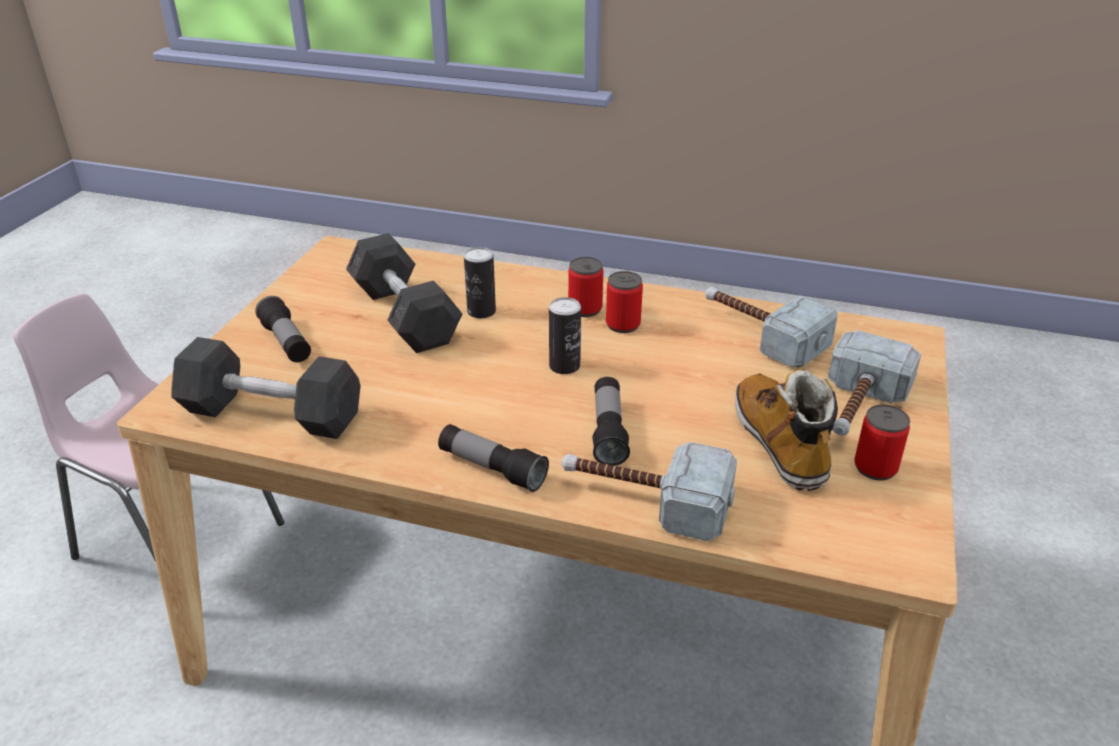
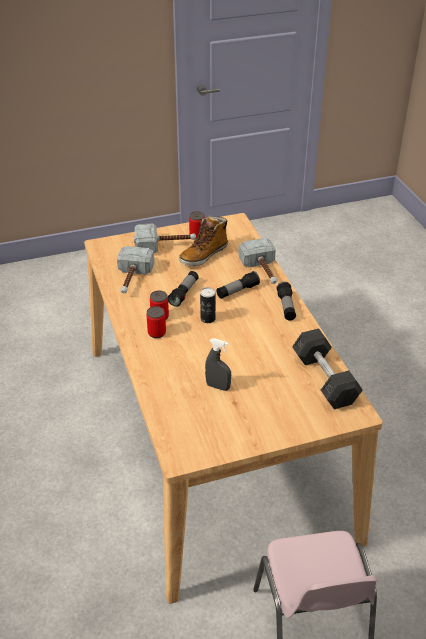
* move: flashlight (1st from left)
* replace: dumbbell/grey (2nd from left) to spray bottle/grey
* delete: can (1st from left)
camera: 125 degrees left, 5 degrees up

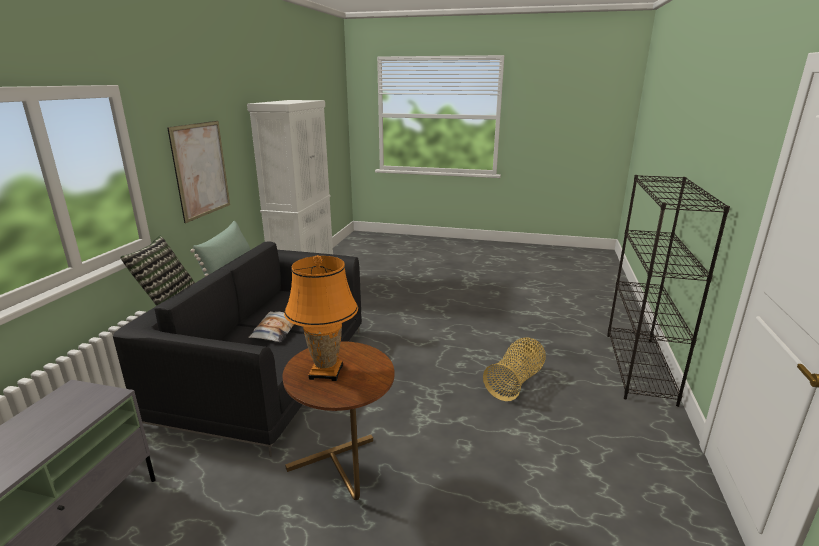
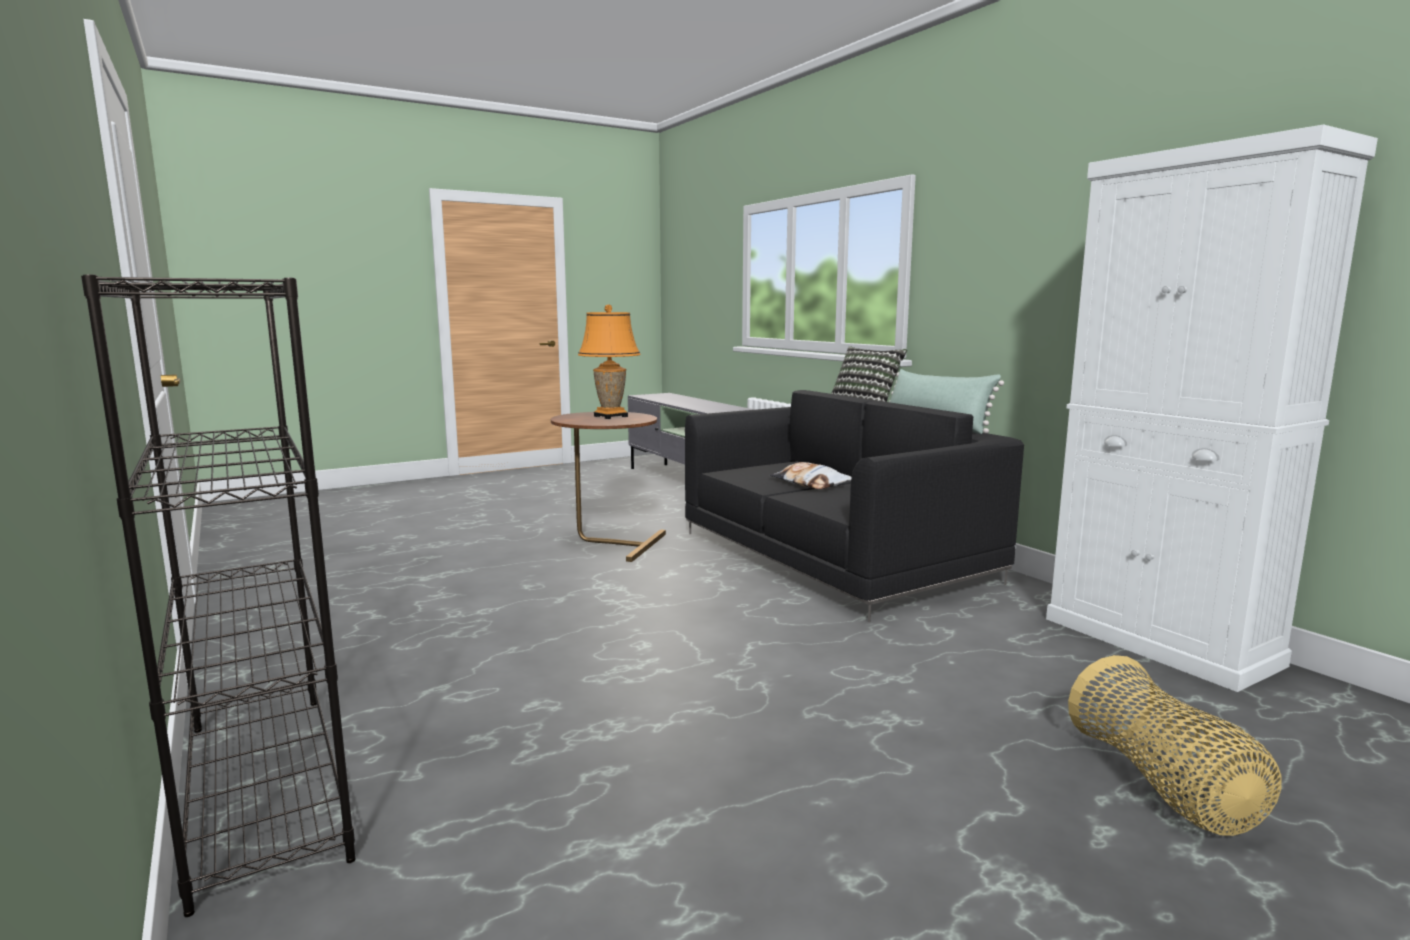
* move: basket
* delete: picture
camera: 135 degrees right, 10 degrees down

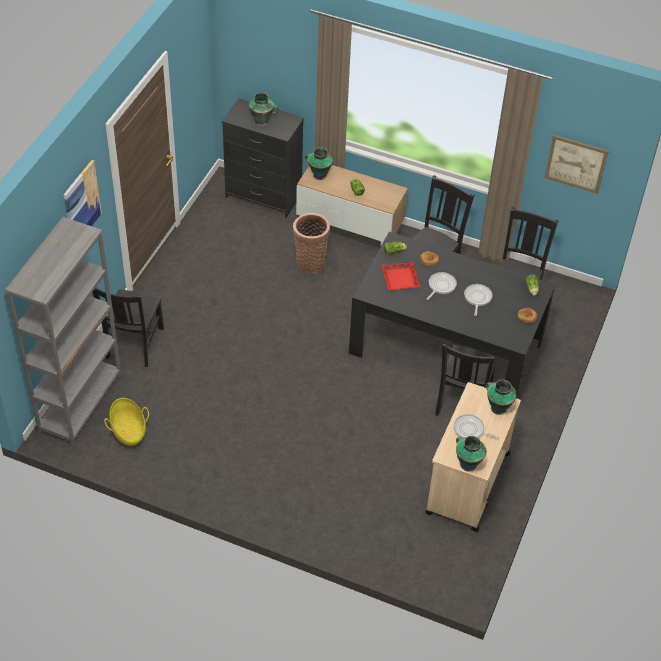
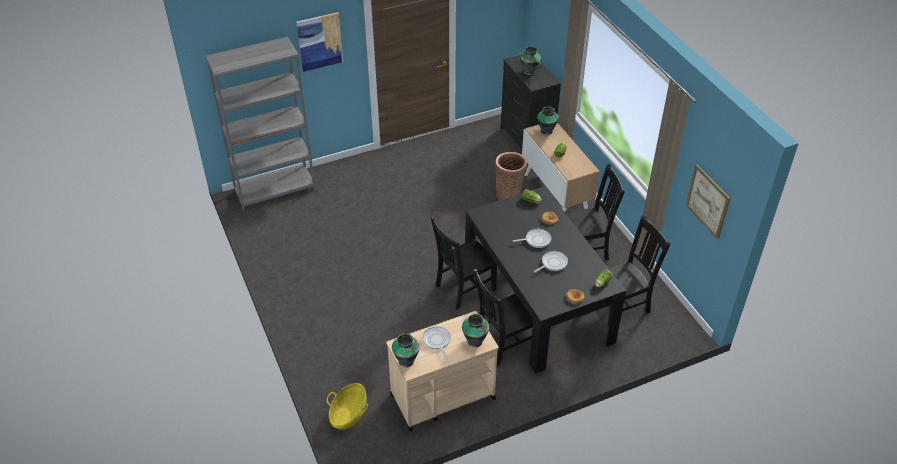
* move: basket (1st from left)
* move: chair/black (1st from left)
* delete: tray/red
camera: 45 degrees right, 5 degrees down

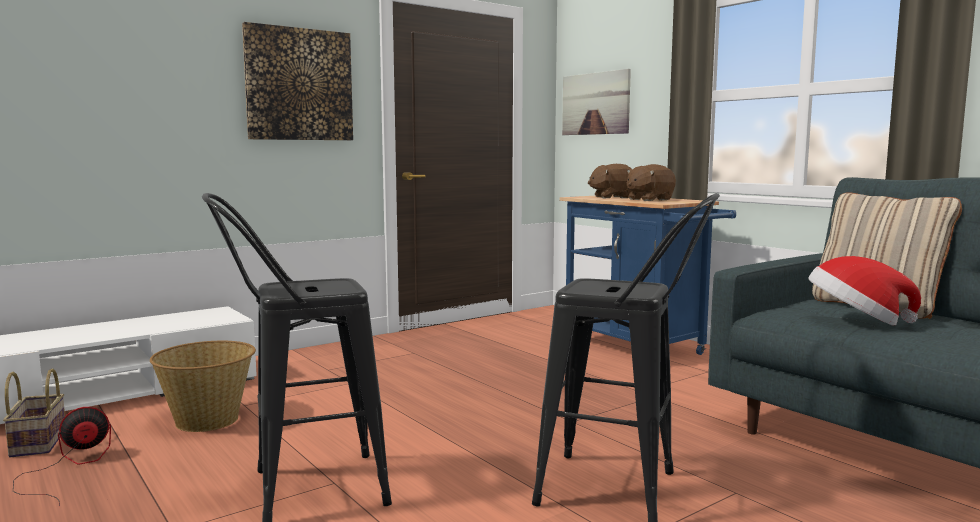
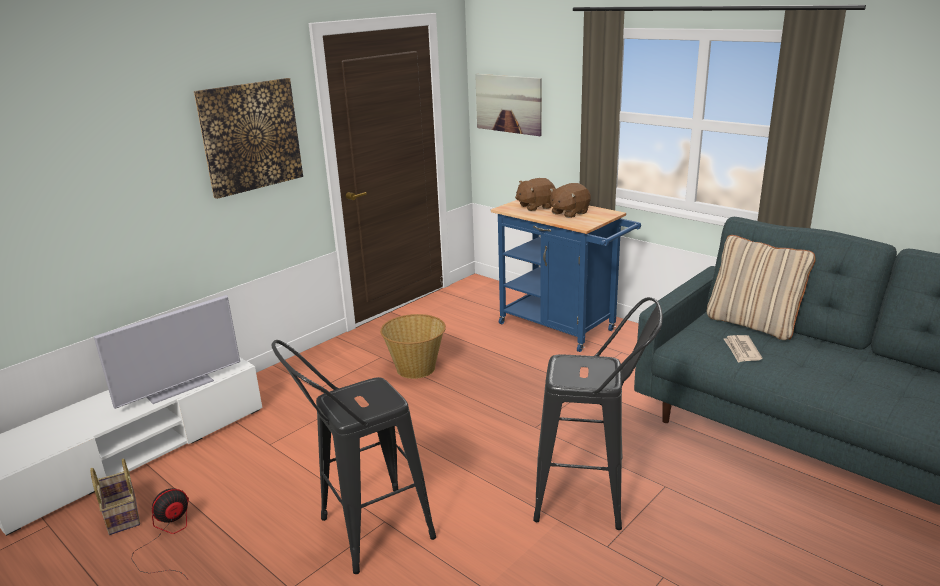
* insert: television
* move: basket (2nd from left)
* replace: hat to newspaper
camera: 10 degrees left, 15 degrees up

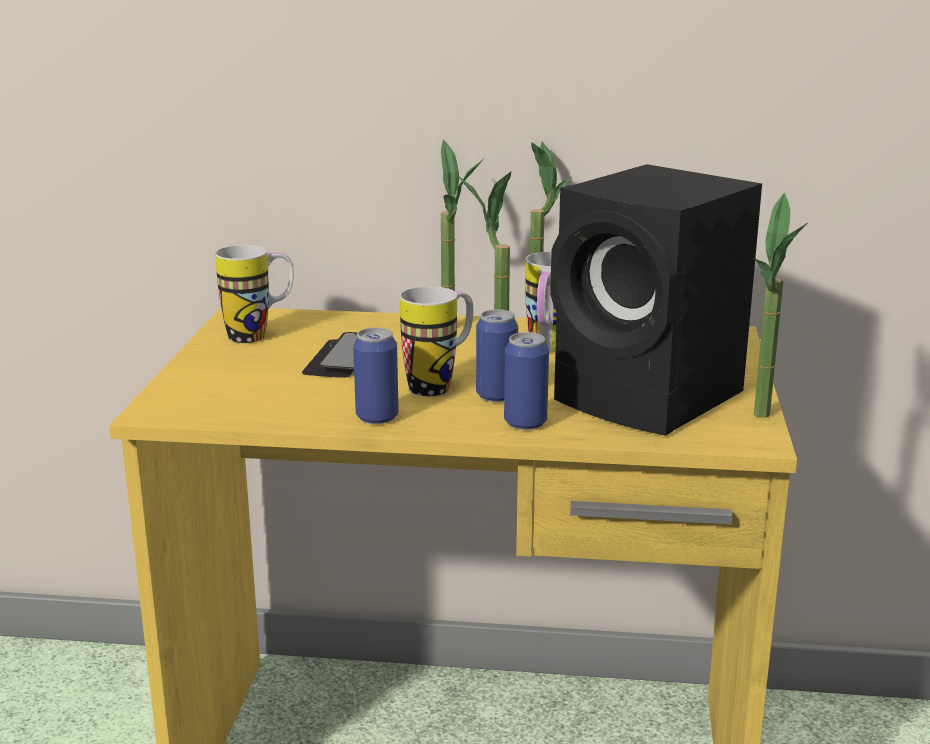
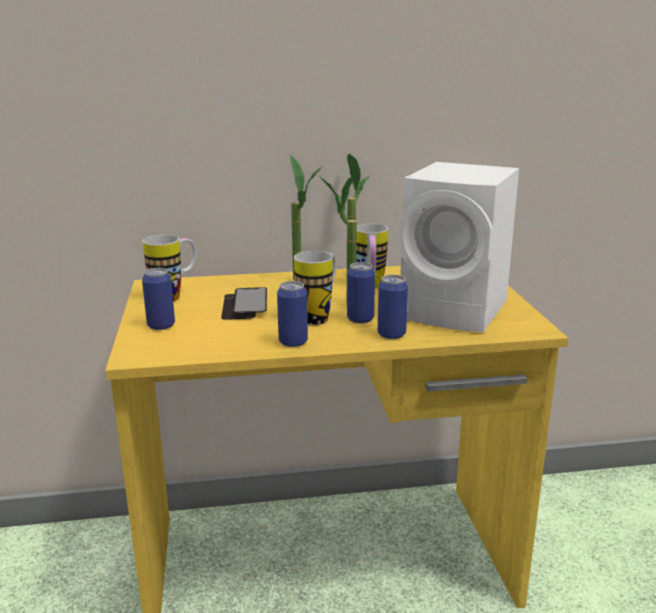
* insert: can (1st from left)
* recolor: speaker/black to speaker/white
* delete: potted plant (4th from left)
camera: 15 degrees left, 0 degrees up

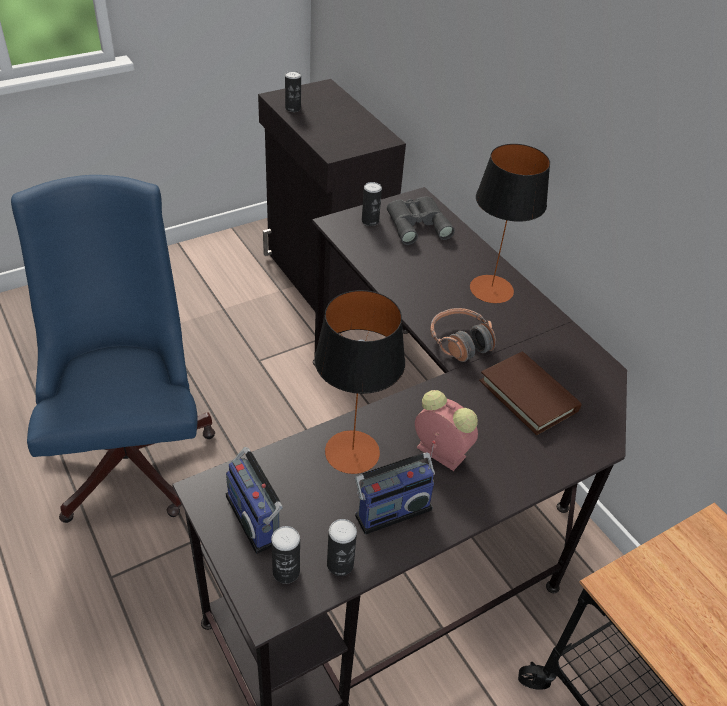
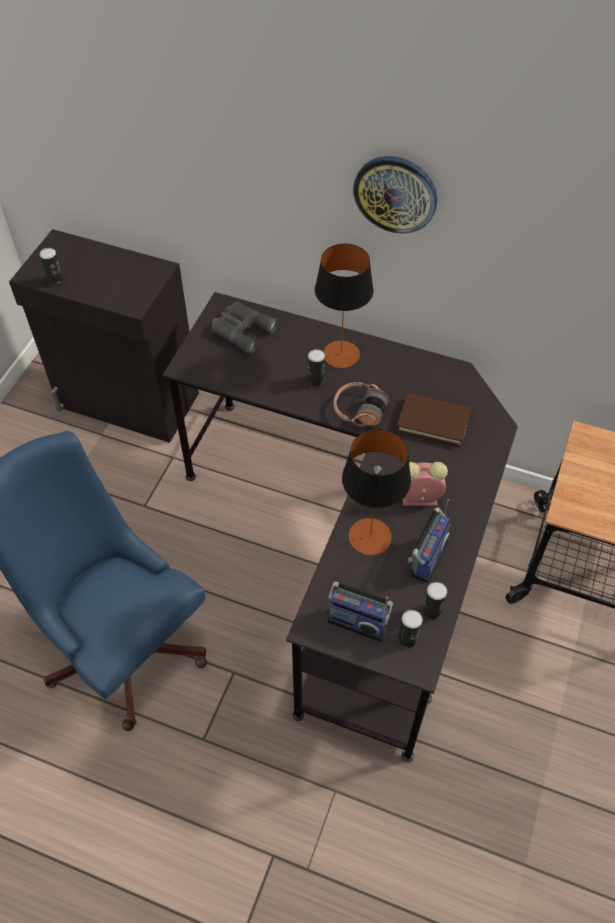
* move: can (4th from left in the first image) to can (2nd from left)
* insert: wall clock
camera: 35 degrees left, 10 degrees up

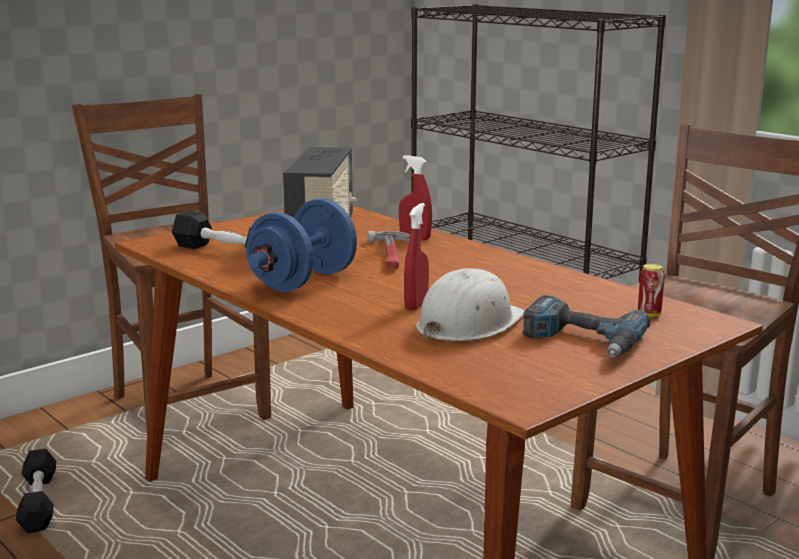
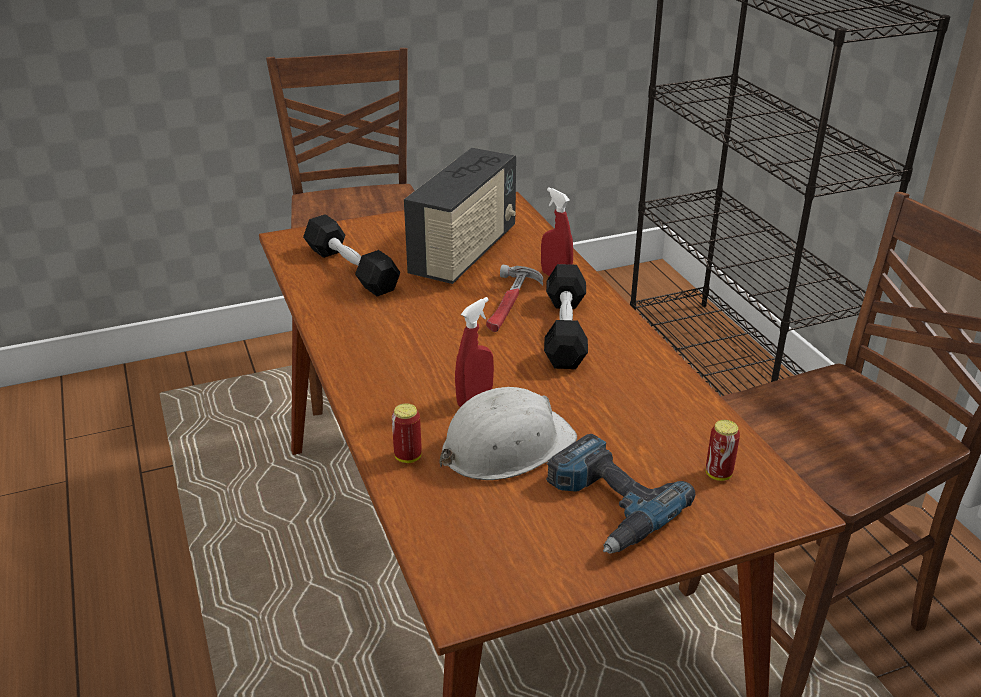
* insert: can (1st from left)
* move: dumbbell/black (1st from left in the first image) to dumbbell/black (2nd from left)
* delete: dumbbell/blue
camera: 20 degrees right, 15 degrees up

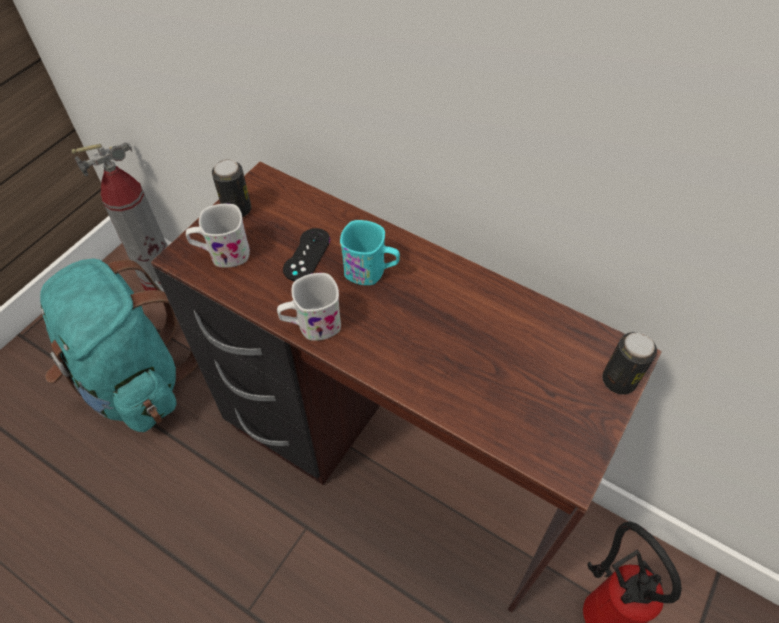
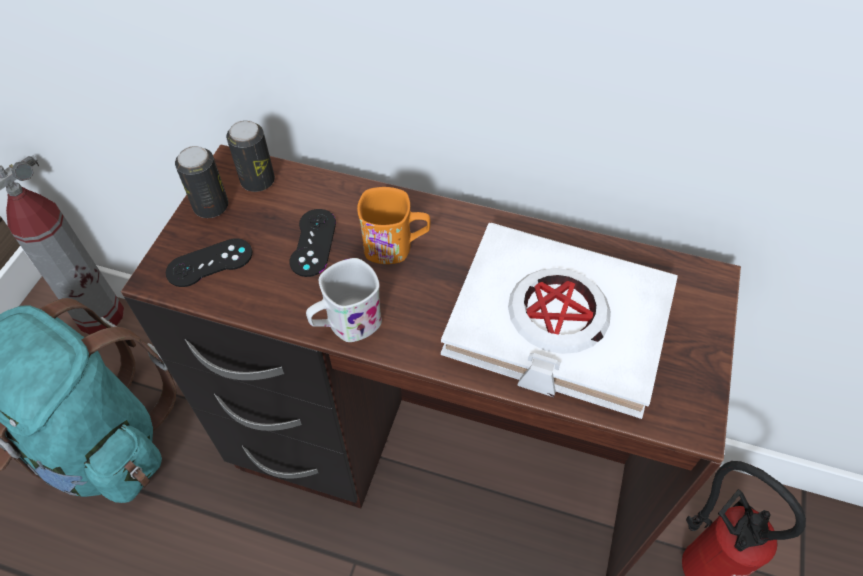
* replace: mug/white (1st from left) to game controller/black (1st from left)
* move: can (2nd from left)
* recolor: mug/turquoise to mug/orange
* insert: book/white
camera: 15 degrees left, 0 degrees up

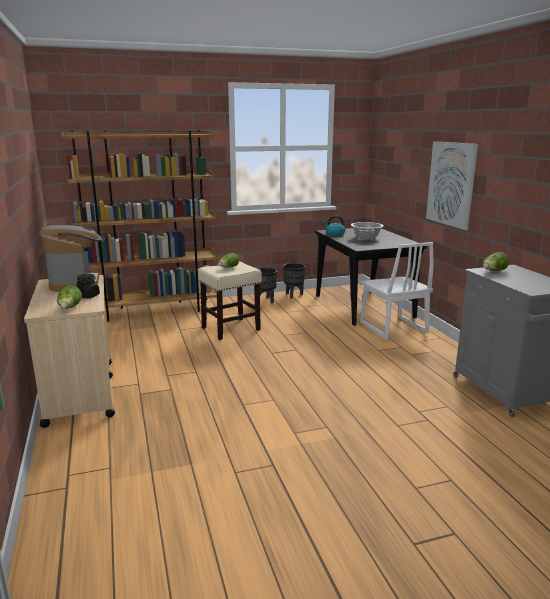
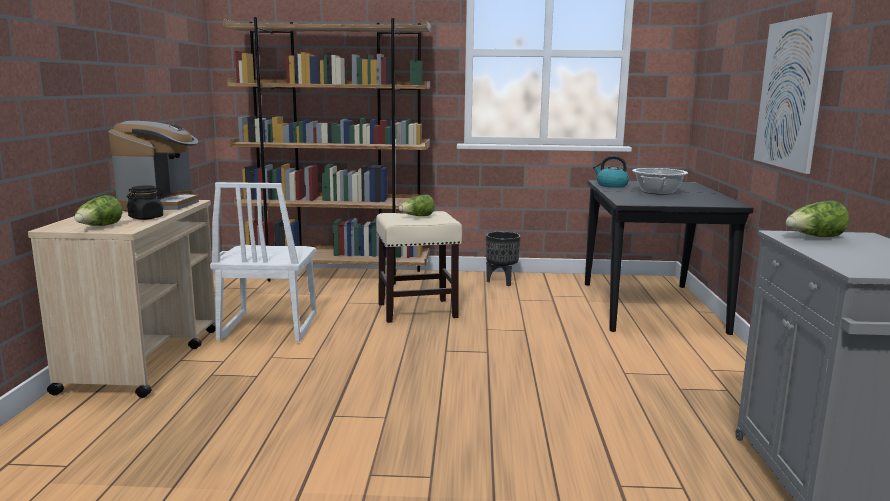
* move: chair/white
* delete: planter/black (2nd from left)
camera: 20 degrees right, 5 degrees down

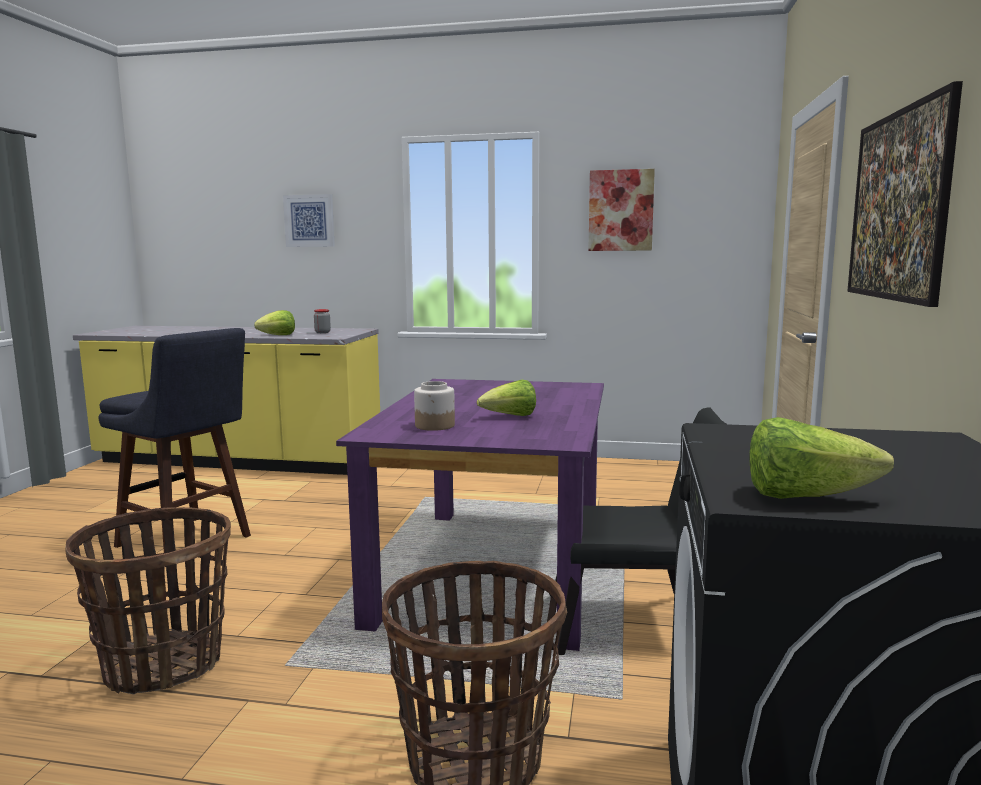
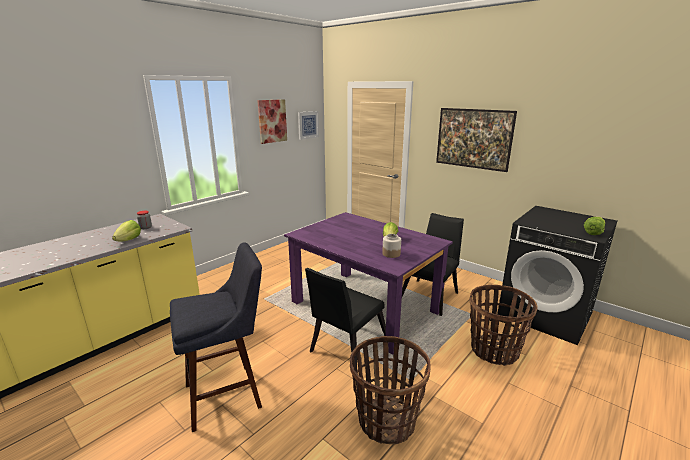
* move: picture (1st from left in the first image) to picture (2nd from left)
* insert: chair/black (1st from left)
camera: 60 degrees left, 10 degrees up

